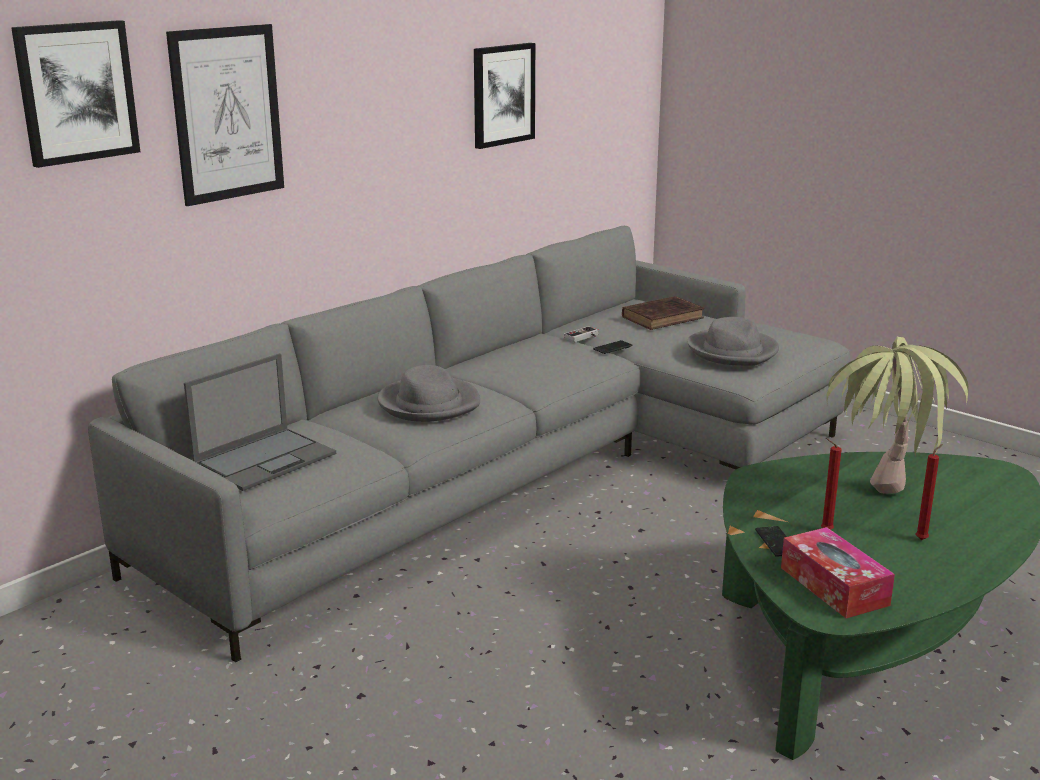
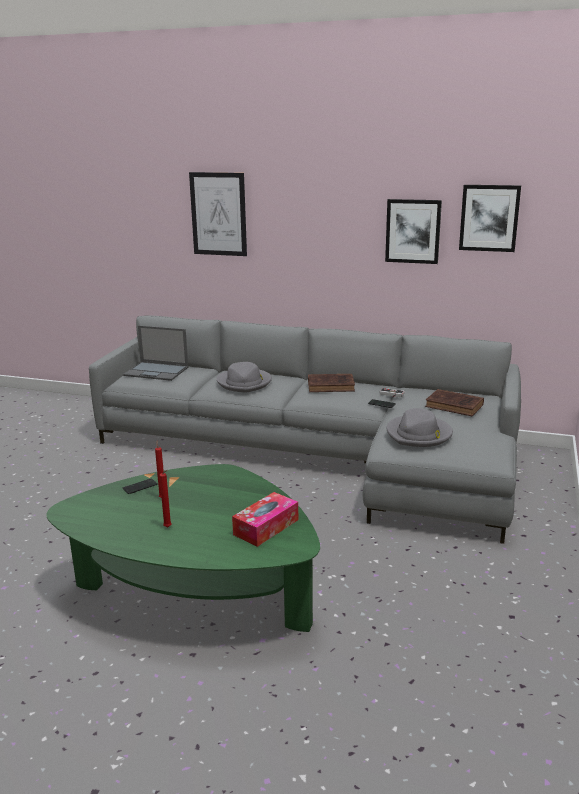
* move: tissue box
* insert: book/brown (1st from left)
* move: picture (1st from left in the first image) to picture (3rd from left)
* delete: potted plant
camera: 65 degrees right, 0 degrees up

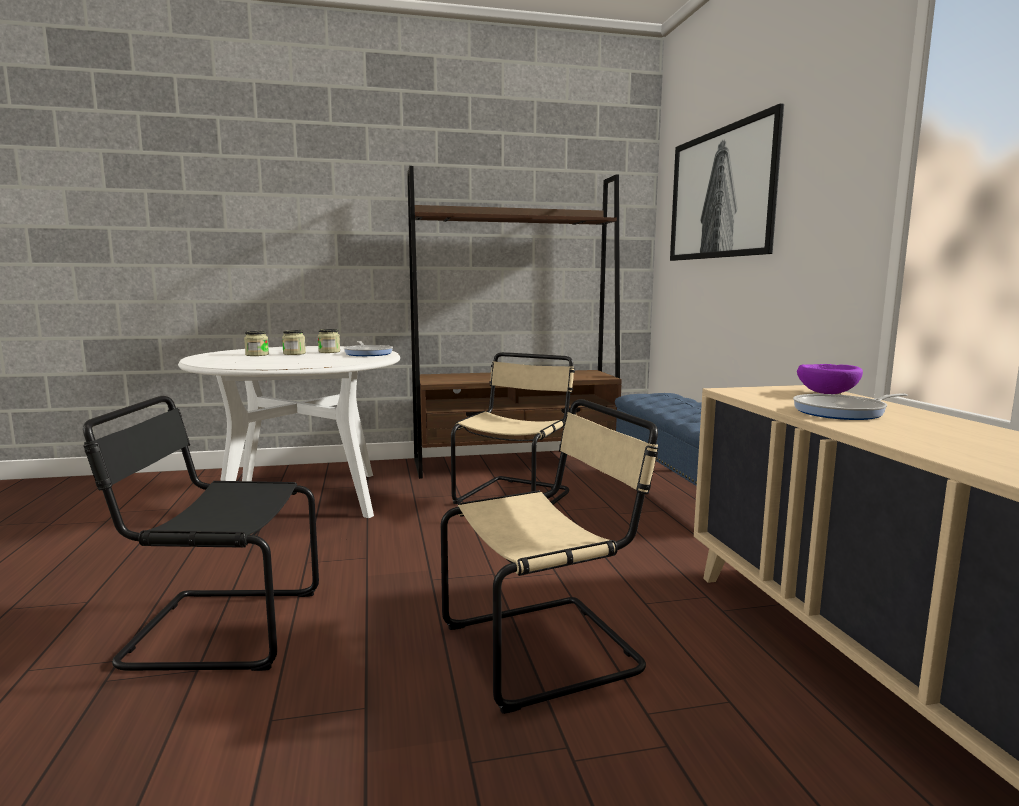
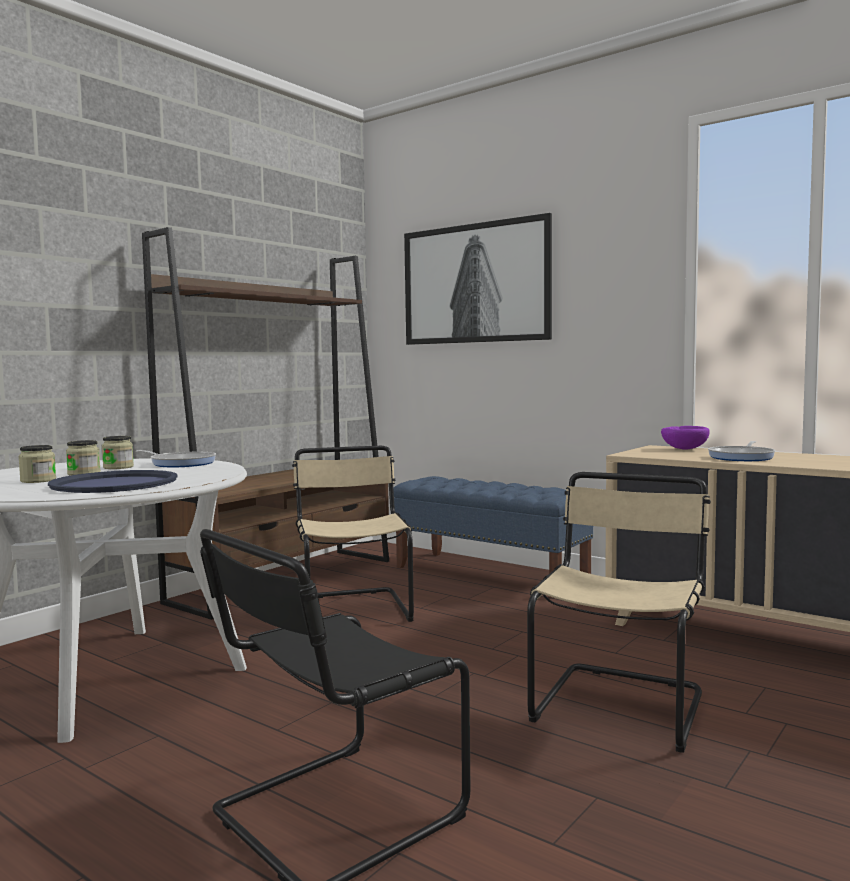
* insert: tray/blue
camera: 40 degrees left, 5 degrees down

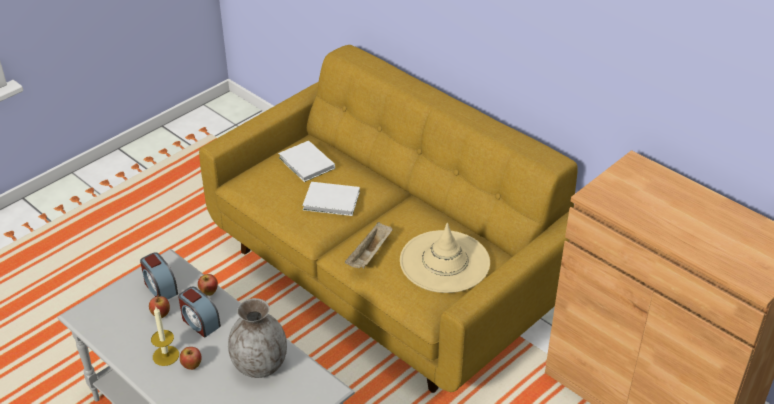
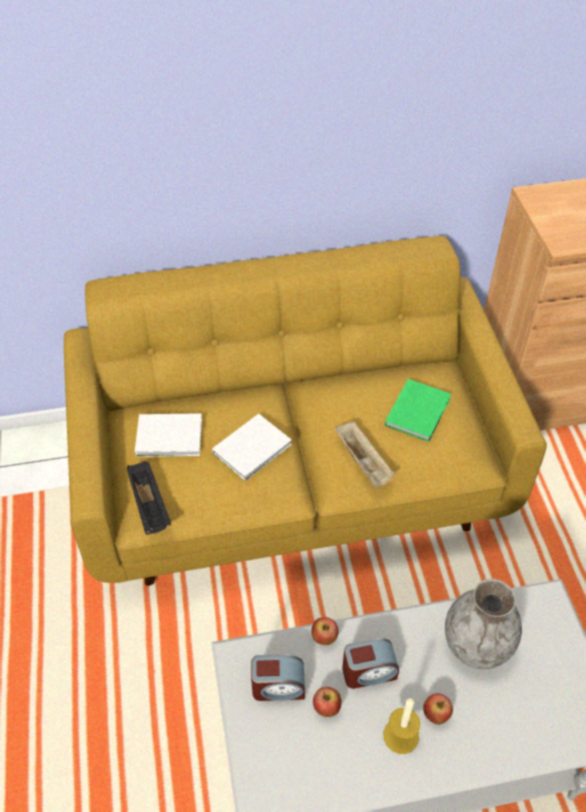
* insert: tray/black
* replace: hat/beige to book/green
camera: 55 degrees left, 10 degrees up

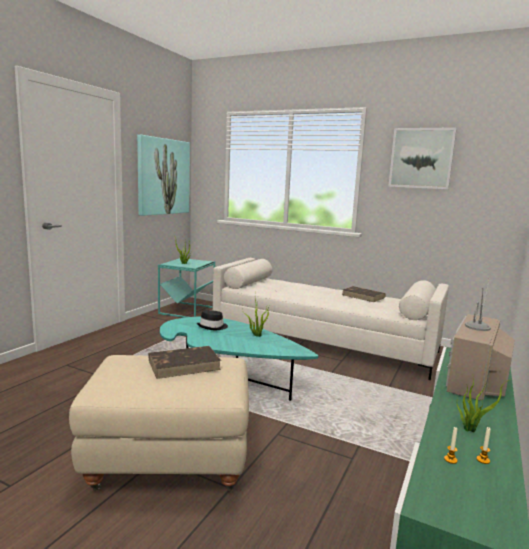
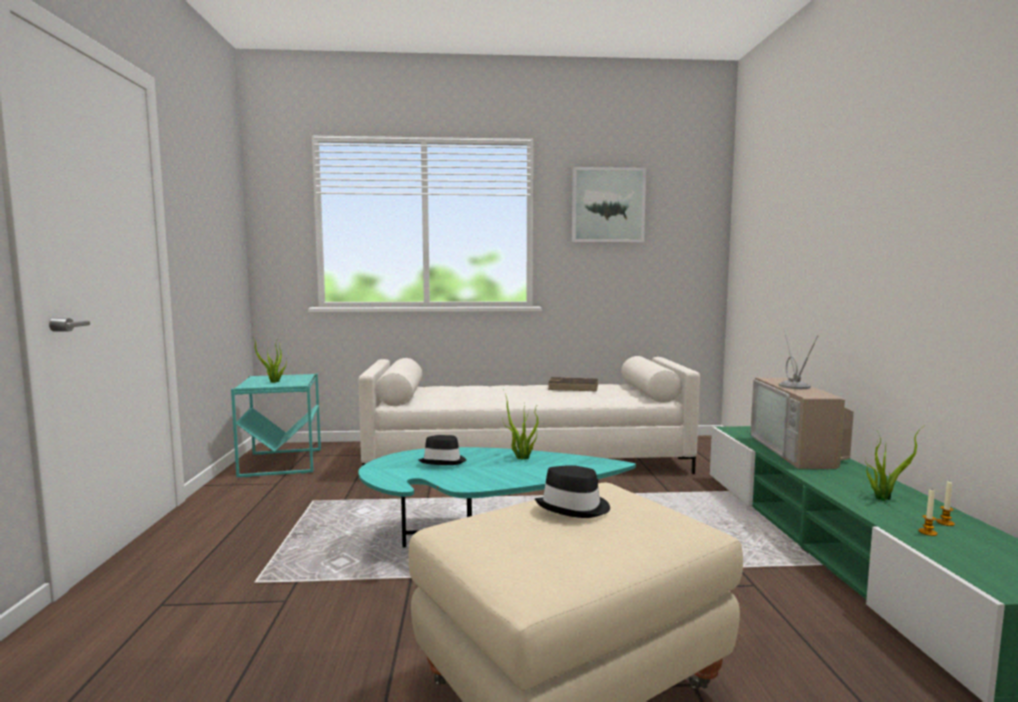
* replace: book/brown (1st from left) to hat/black (2nd from left)
* delete: picture (1st from left)
camera: 30 degrees left, 5 degrees down

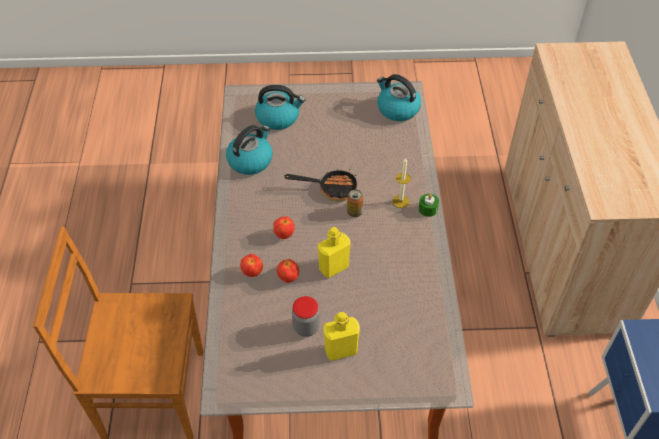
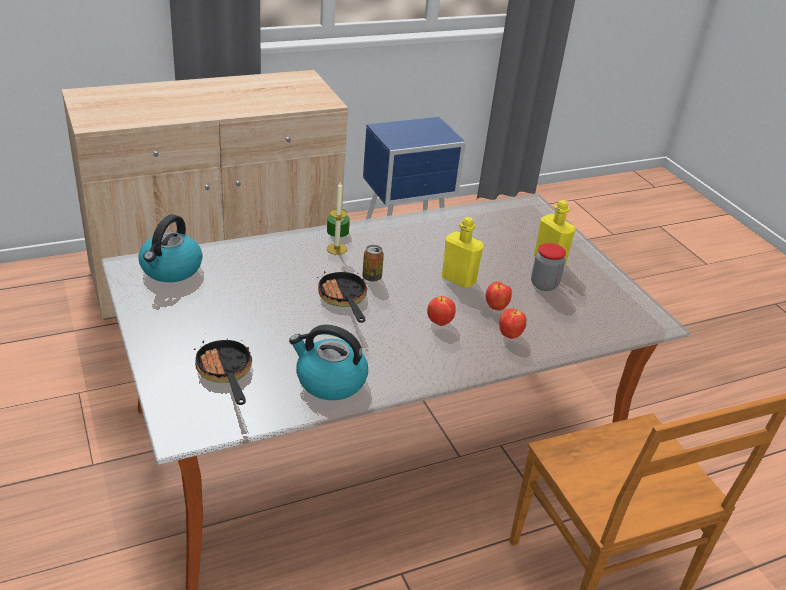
* replace: kettle (2nd from left) to frying pan (1st from left)
camera: 115 degrees left, 15 degrees down

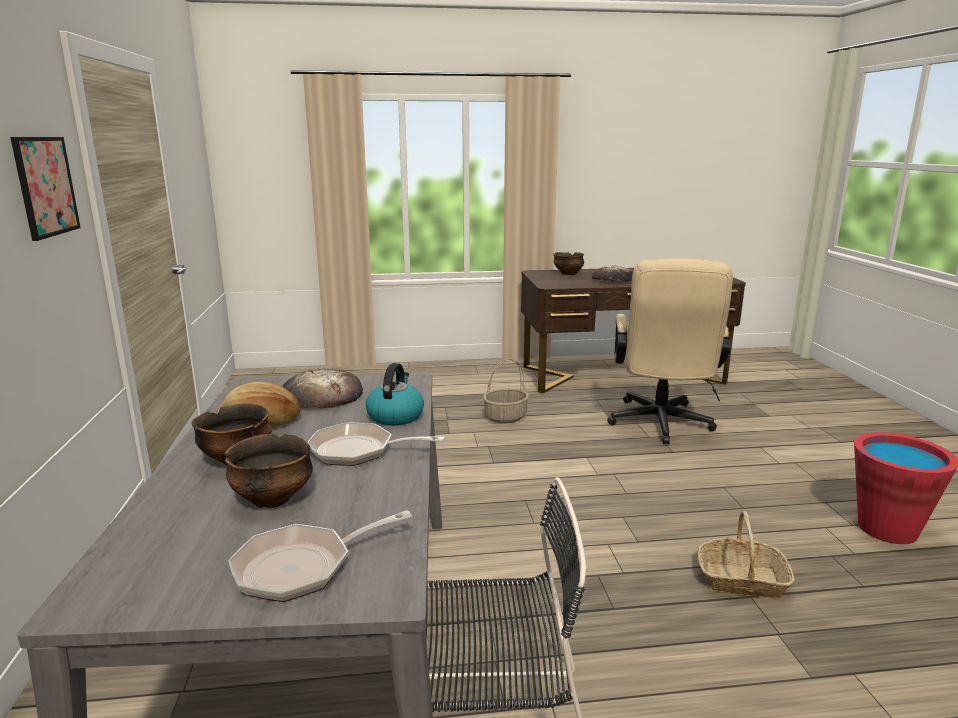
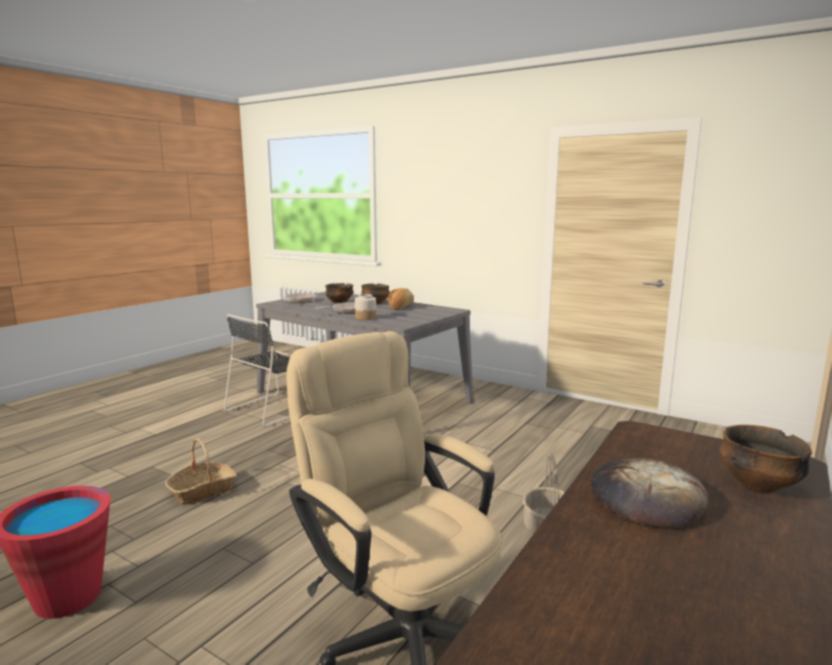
* replace: kettle to jar
* delete: picture
* delete: bread (2nd from left)
camera: 130 degrees right, 5 degrees down

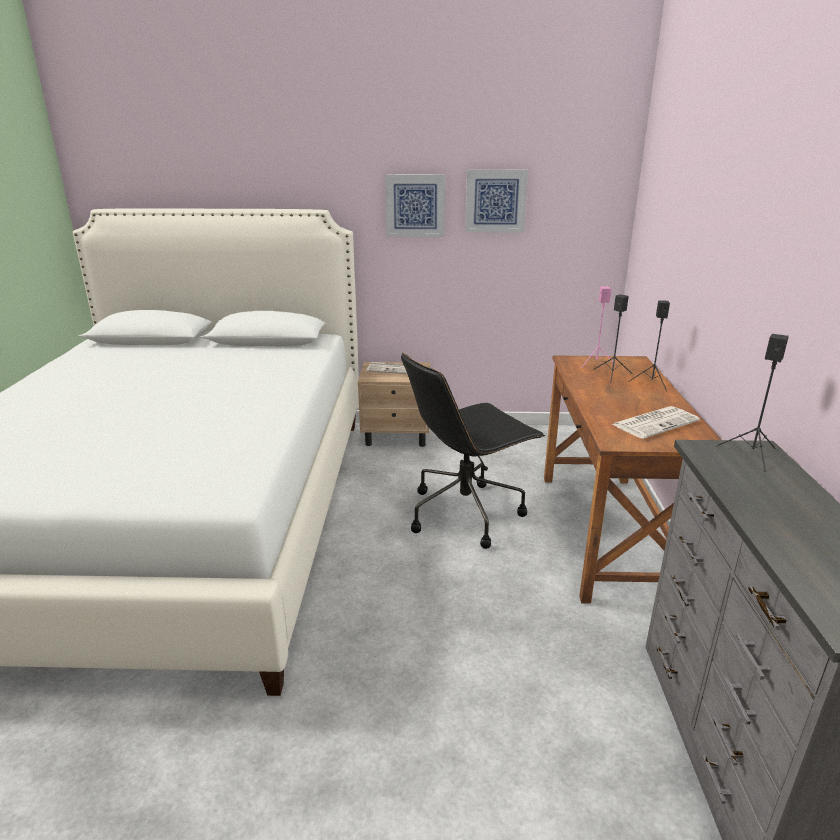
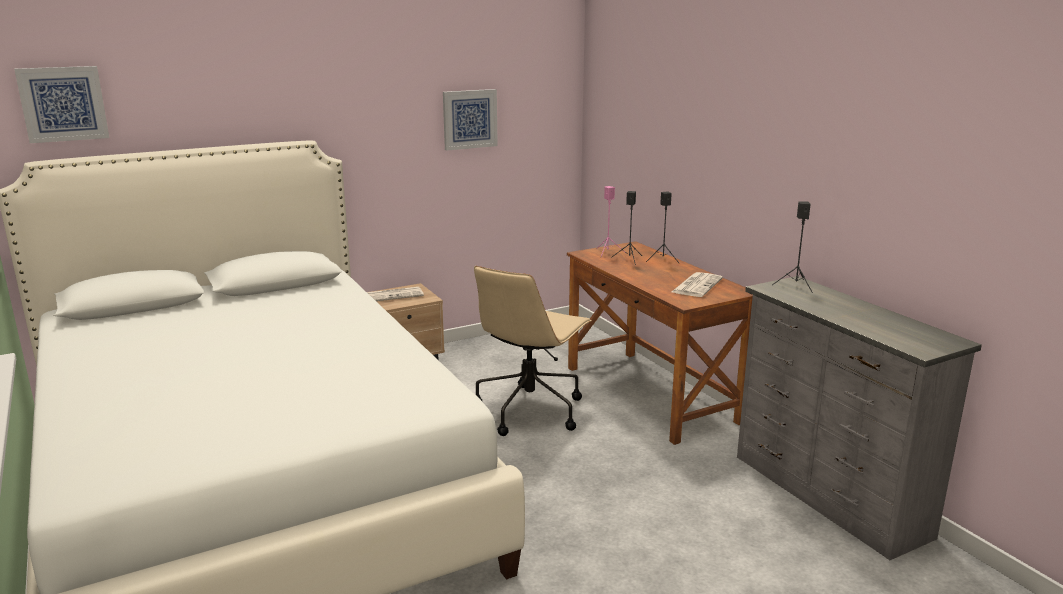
* move: picture (1st from left)
* recolor: office chair/black to office chair/beige
camera: 30 degrees left, 5 degrees down

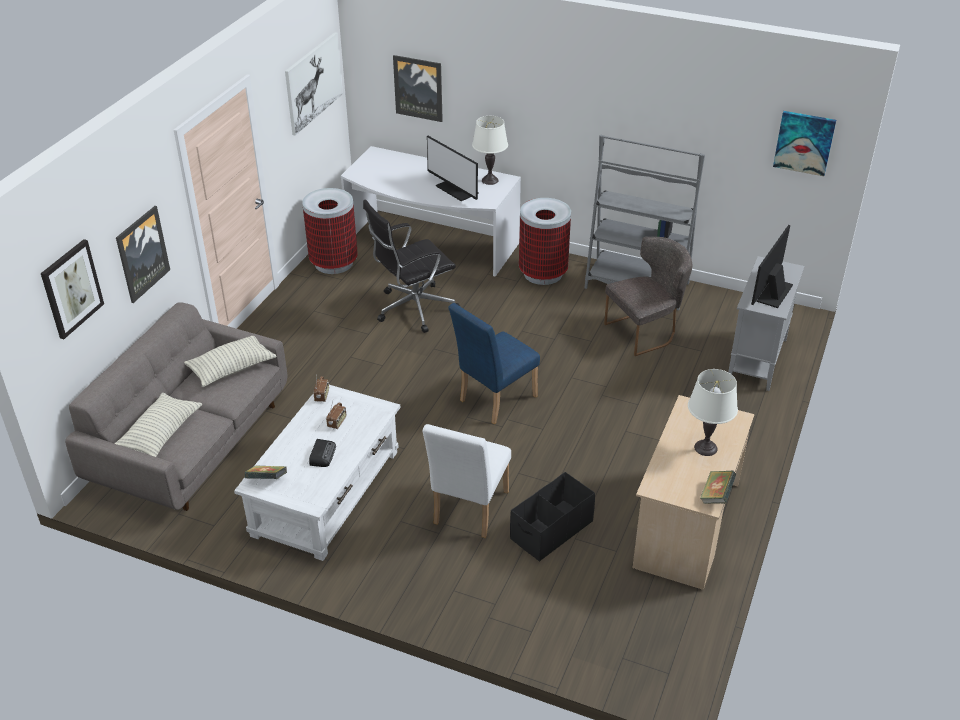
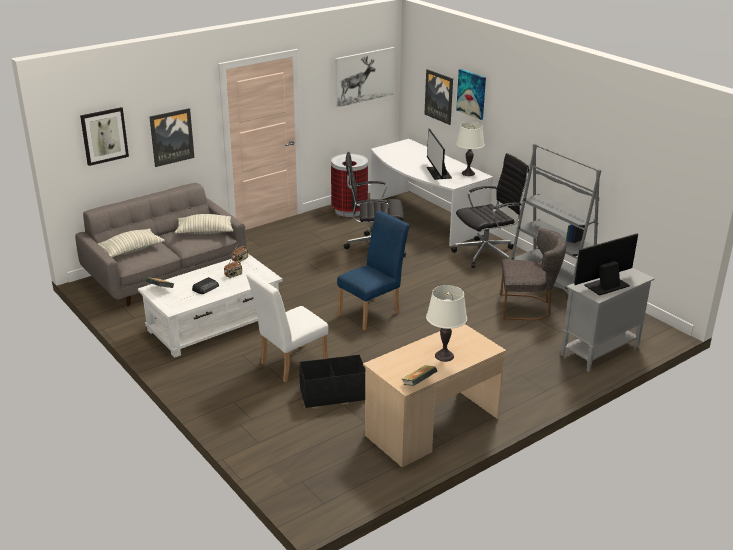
* rotate: chair/blue 150 degrees clockwise
* replace: trash can (2nd from left) to office chair/black (2nd from left)
* move: picture (5th from left)
camera: 30 degrees right, 10 degrees down

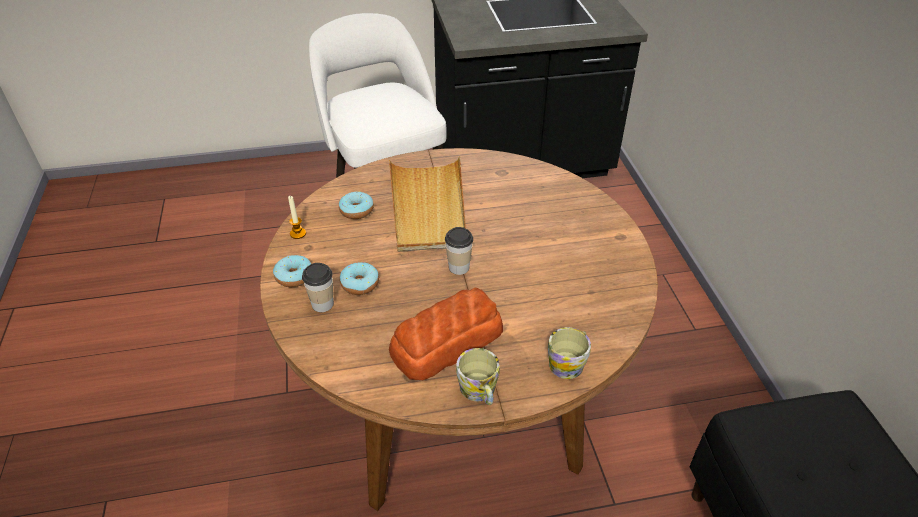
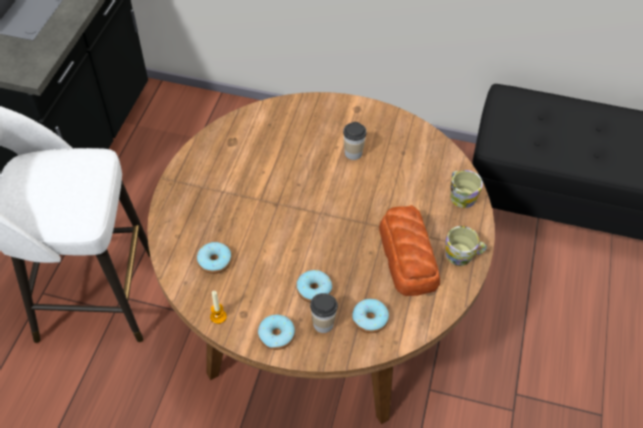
* move: cup (2nd from left)
* insert: donut (4th from left)
* delete: tray/beige
camera: 65 degrees left, 10 degrees up

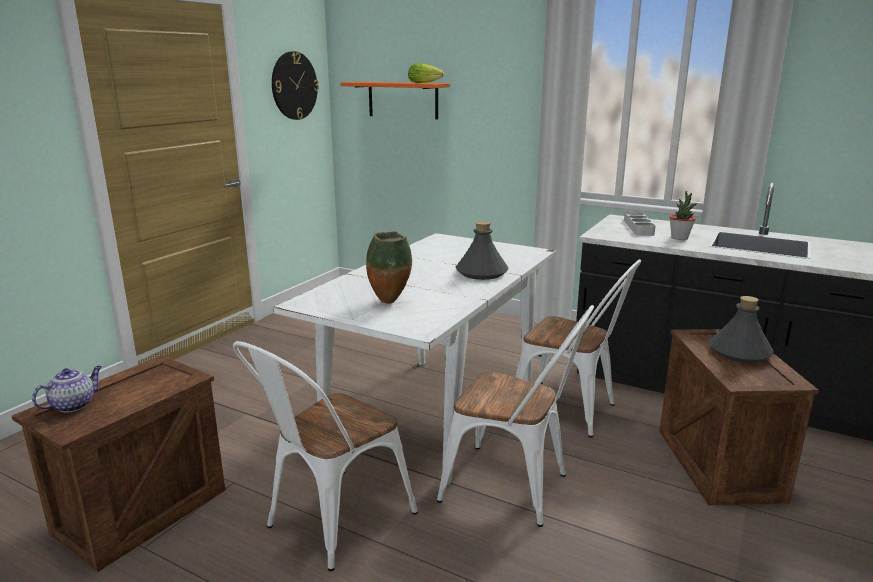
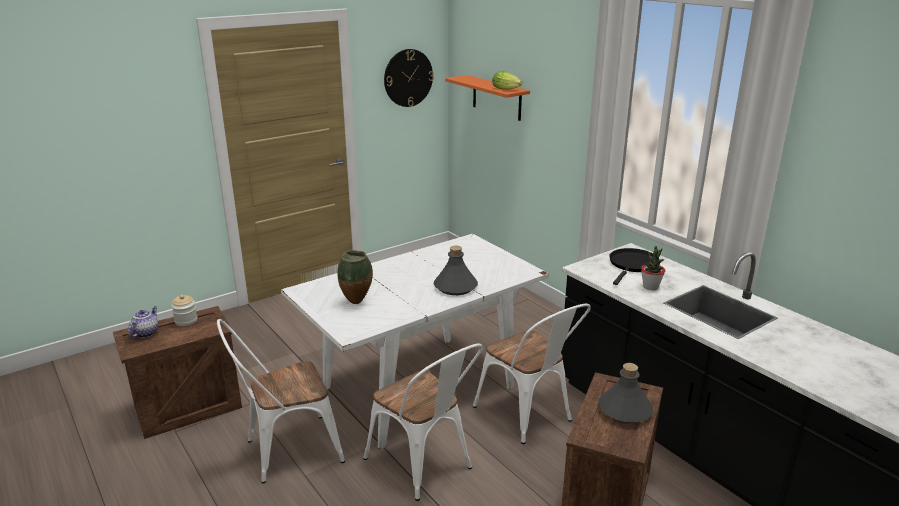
* rotate: teapot 45 degrees counterclockwise
* insert: jar
* replace: tray/grey to frying pan/black
camera: 25 degrees right, 5 degrees up

